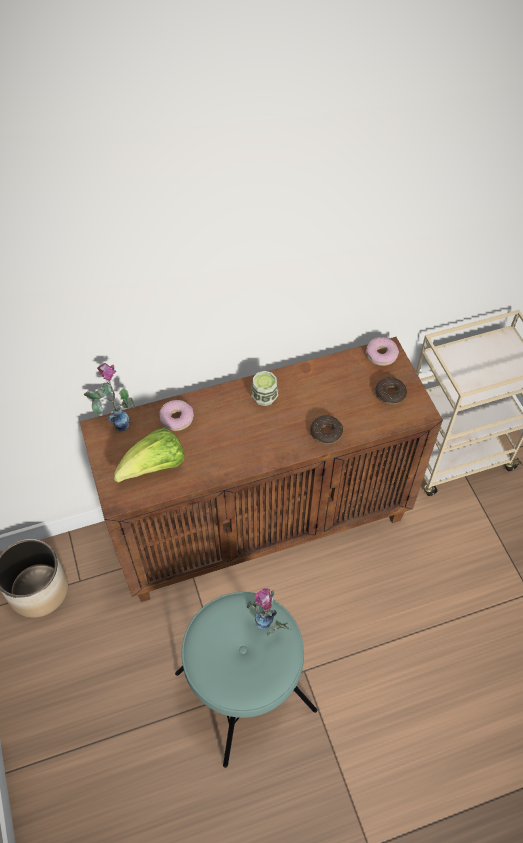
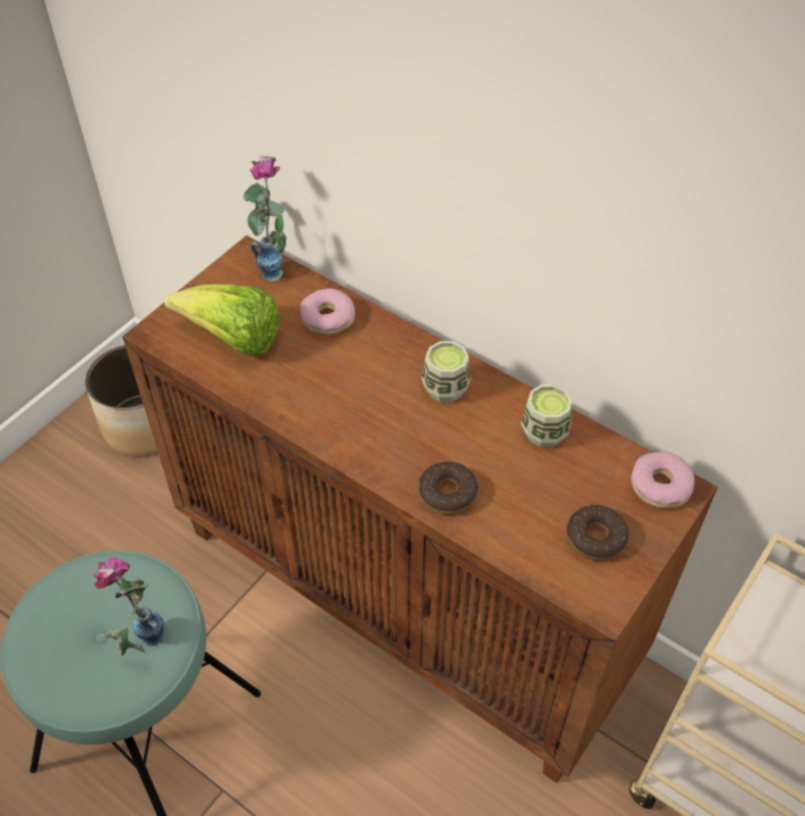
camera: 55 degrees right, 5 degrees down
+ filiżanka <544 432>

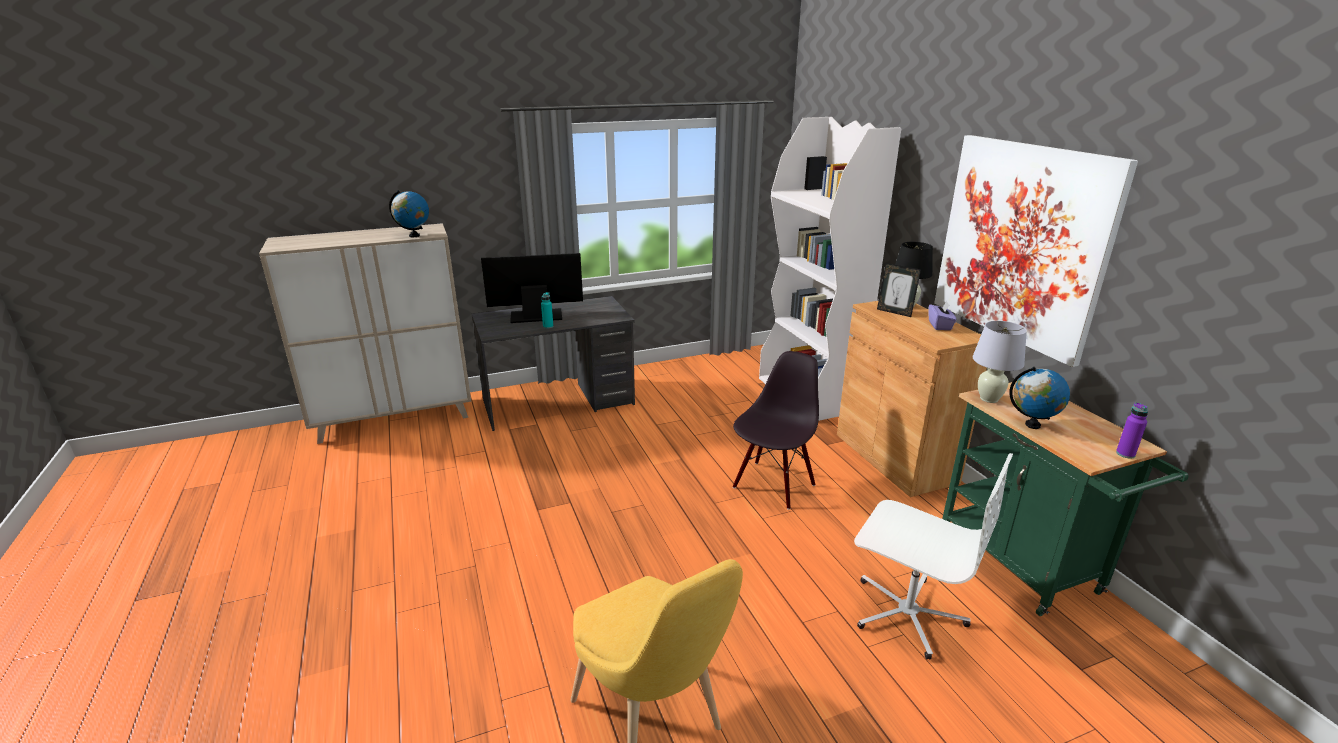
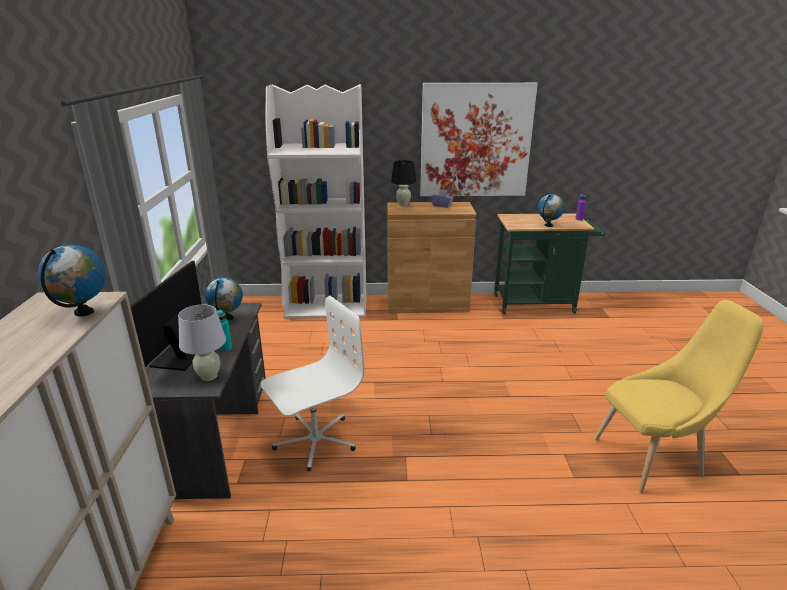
camera: 70 degrees left, 0 degrees up
- krzesło/czarny <773 485>
- ramka na zdjęcie <894 312>
+ globus <228 318>
~ krzesło biurowe/biały <907 613> to <315 440>
~ lampa stołowa/biały <989 399> to <209 376>

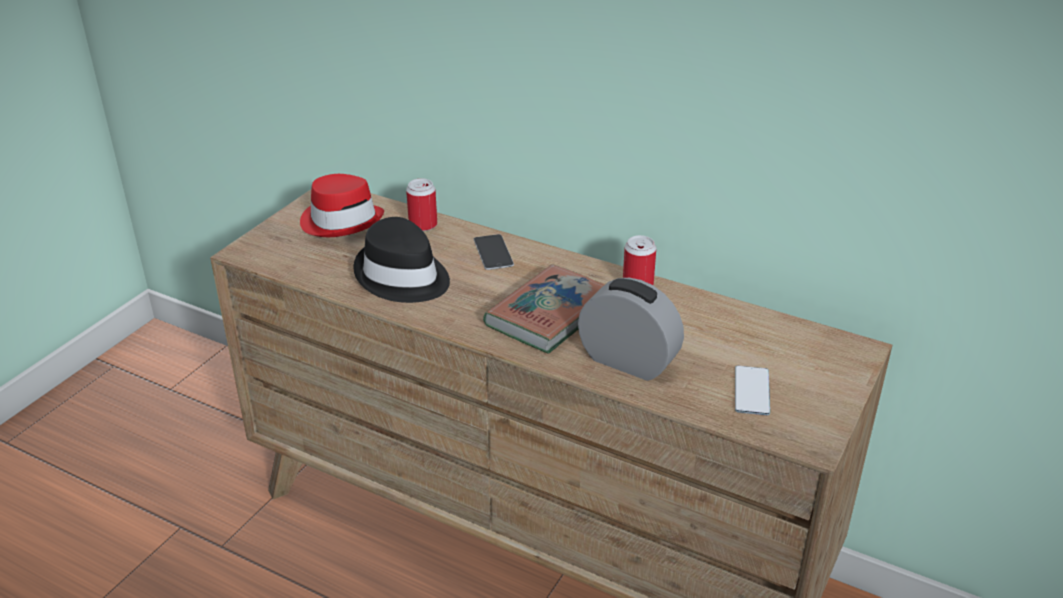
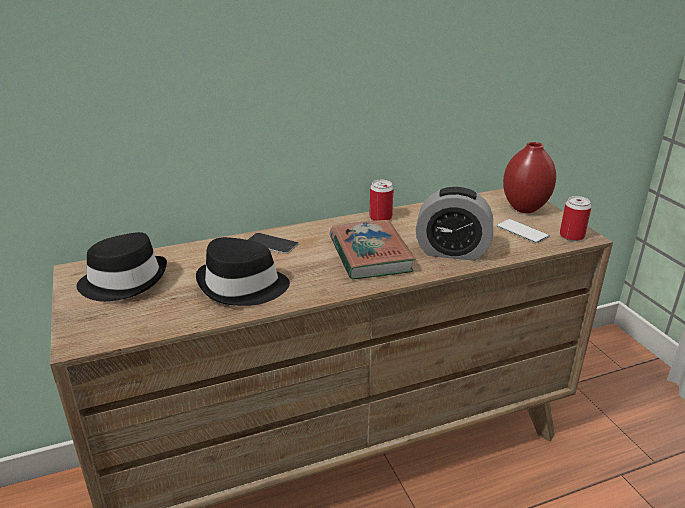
camera: 50 degrees left, 5 degrees down
+ wazon/czerwony <524 208>
~ puszka <423 225> to <571 236>
~ kapelusz/czerwony <341 221> to kapelusz/czarny <124 281>
~ budzik <628 361> = <452 252> 150 degrees counterclockwise

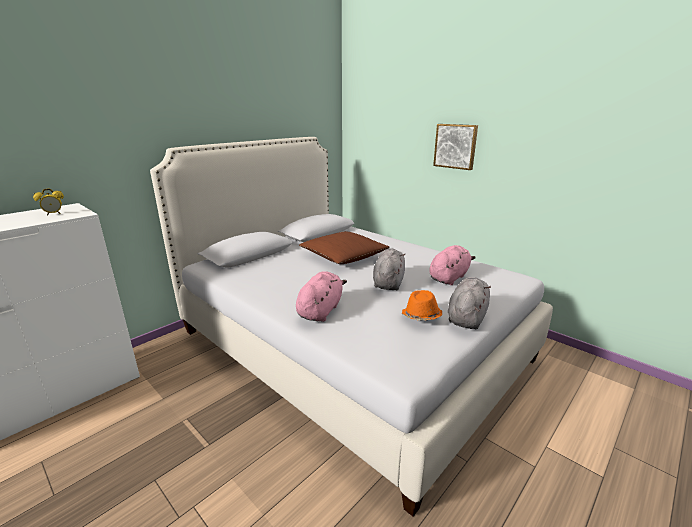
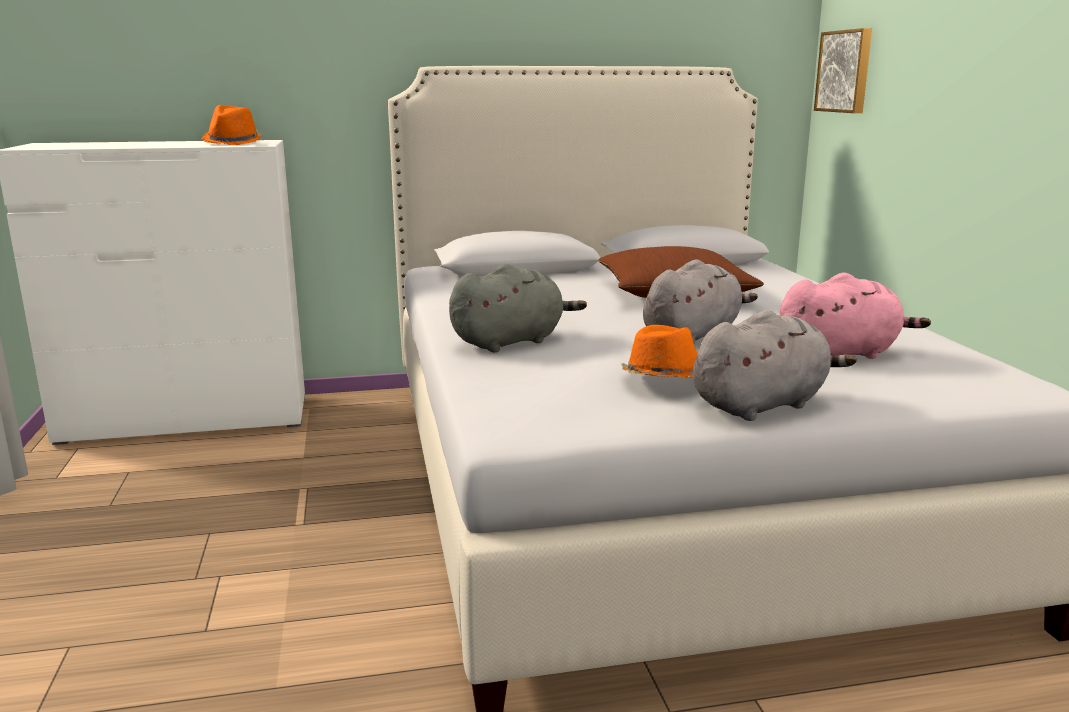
camera: 35 degrees right, 5 degrees down
~ obraz <455 146> to <845 71>
~ budzik <54 214> to kapelusz/pomarańczowy <234 143>
~ pluszak/różowy <321 310> to pluszak/szary <511 341>

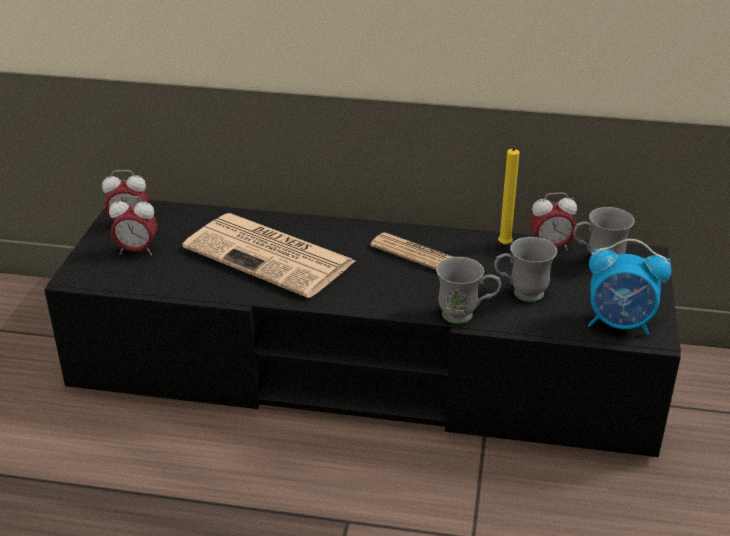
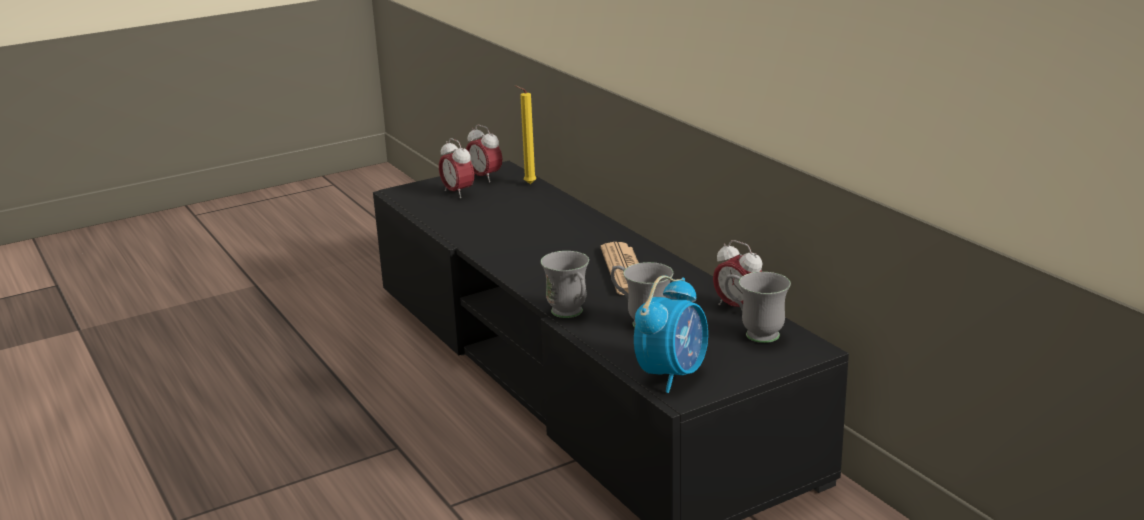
camera: 50 degrees right, 10 degrees down
- gazeta <271 256>
~ świeca/żółty <504 246> to <528 184>
~ budzik <620 324> = <672 374> 120 degrees counterclockwise

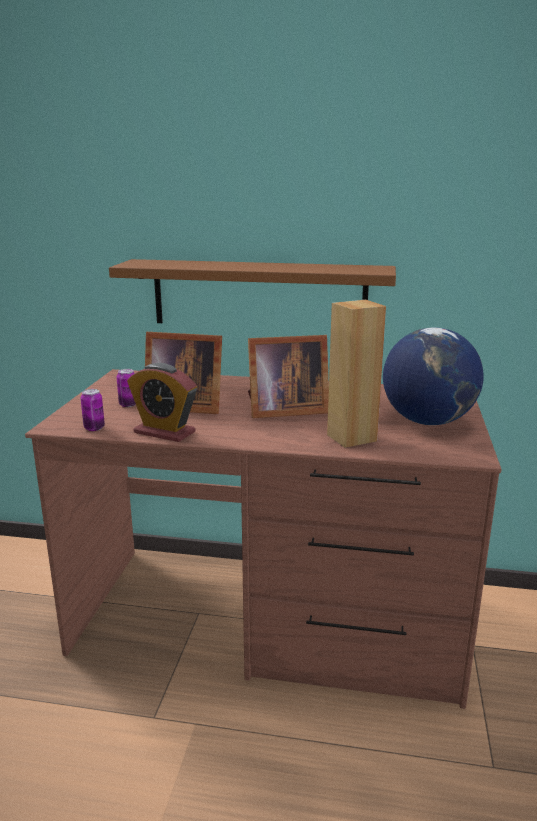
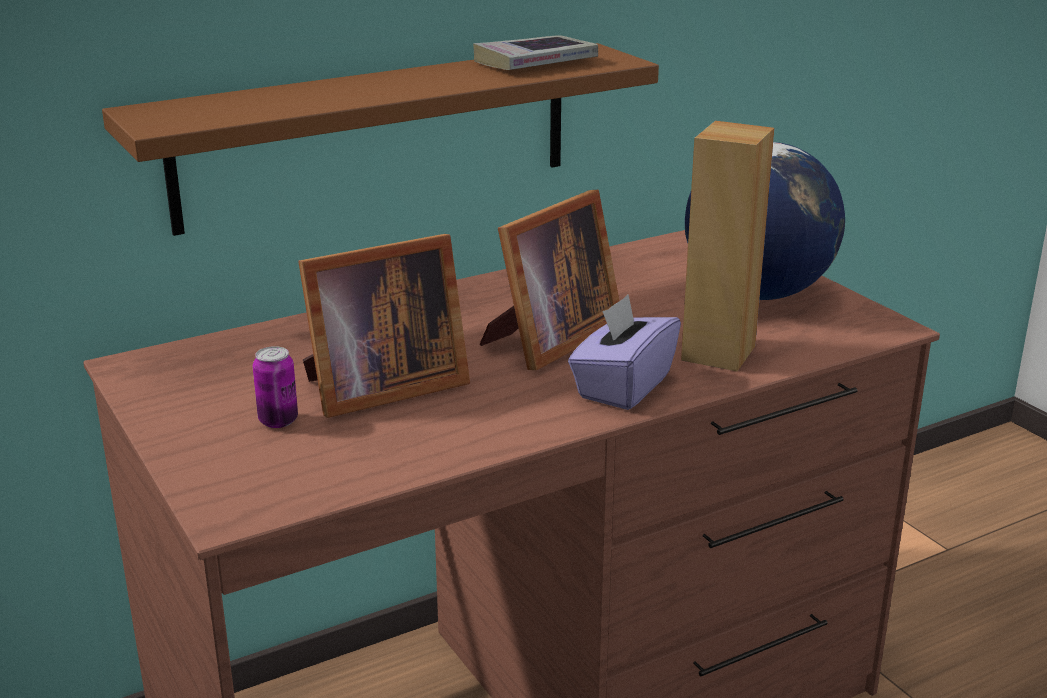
camera: 40 degrees left, 5 degrees up
- puszka <94 428>
- budzik <164 432>
+ książka <535 63>
+ pudełko chusteczek/fioletowy <623 386>

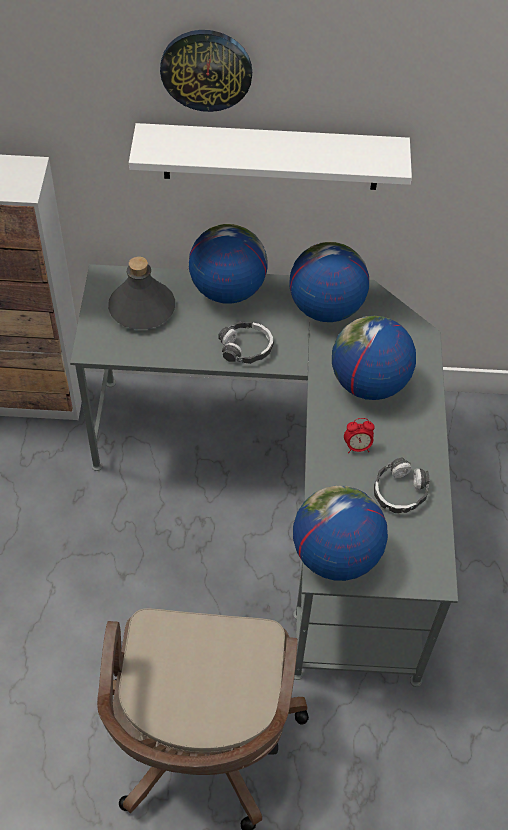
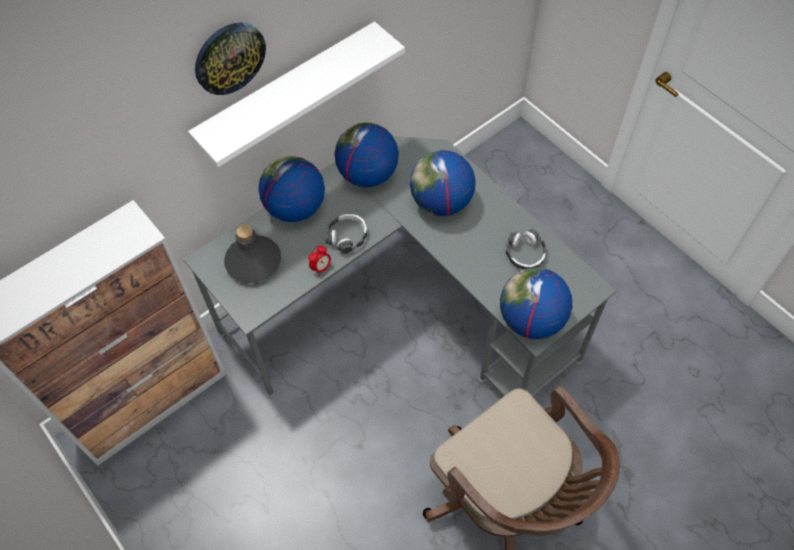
camera: 40 degrees left, 5 degrees up
~ budzik <357 447> to <321 268>

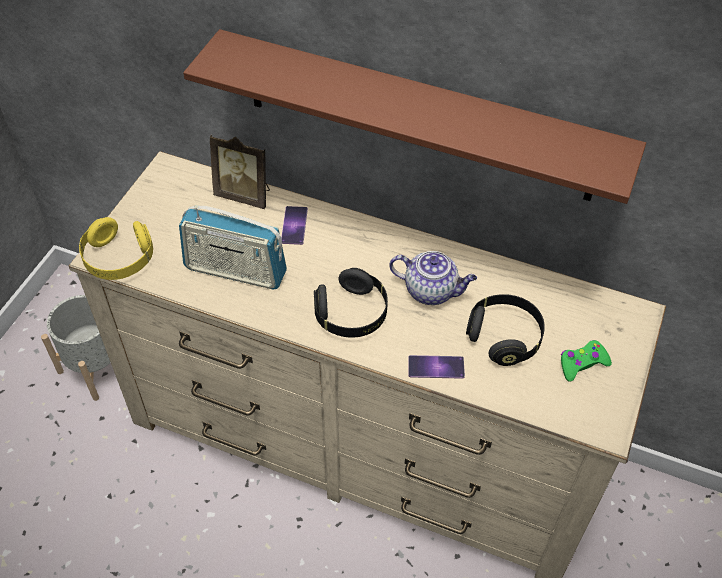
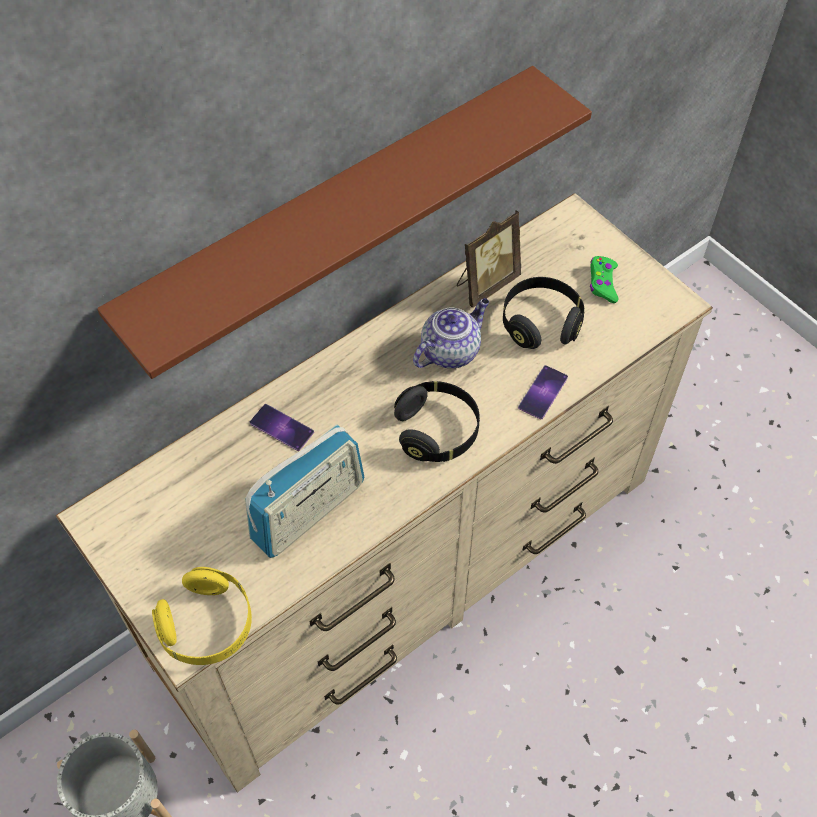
camera: 60 degrees left, 5 degrees up
~ ramka na zdjęcie <245 195> to <485 284>

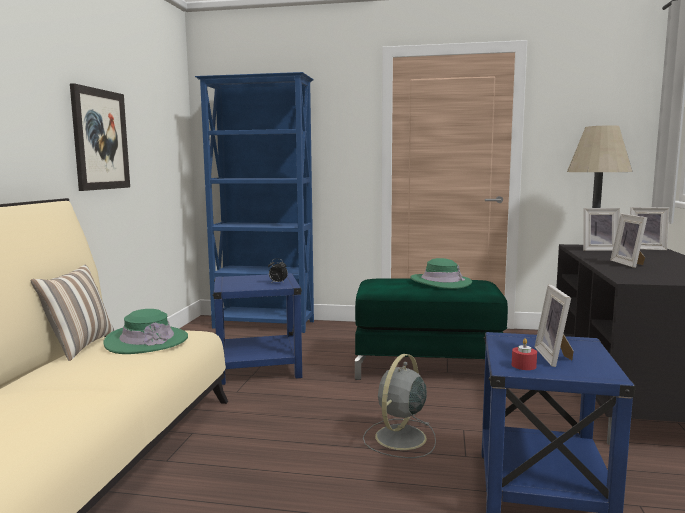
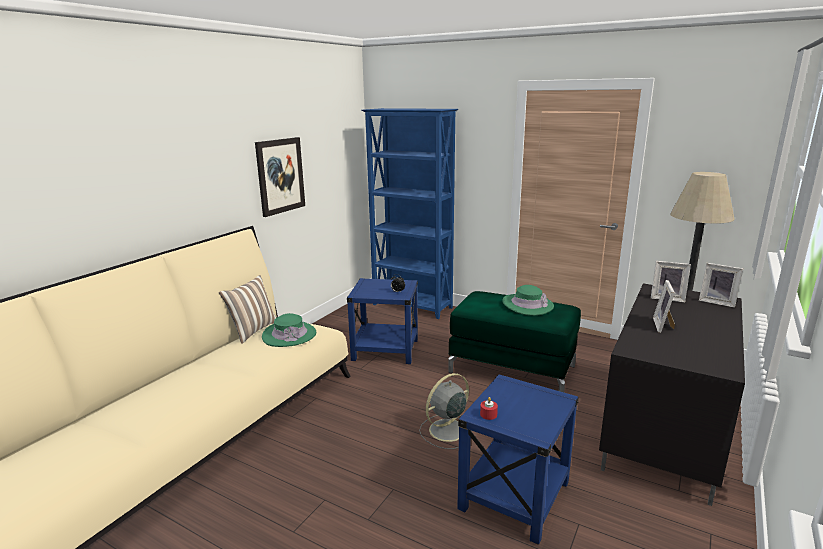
camera: 20 degrees right, 10 degrees up
- ramka na zdjęcie <555 357>

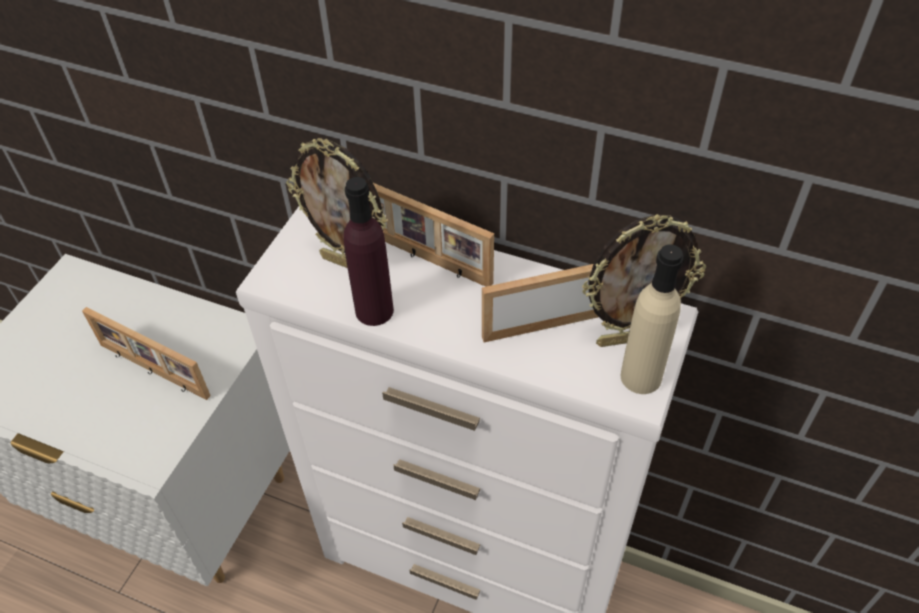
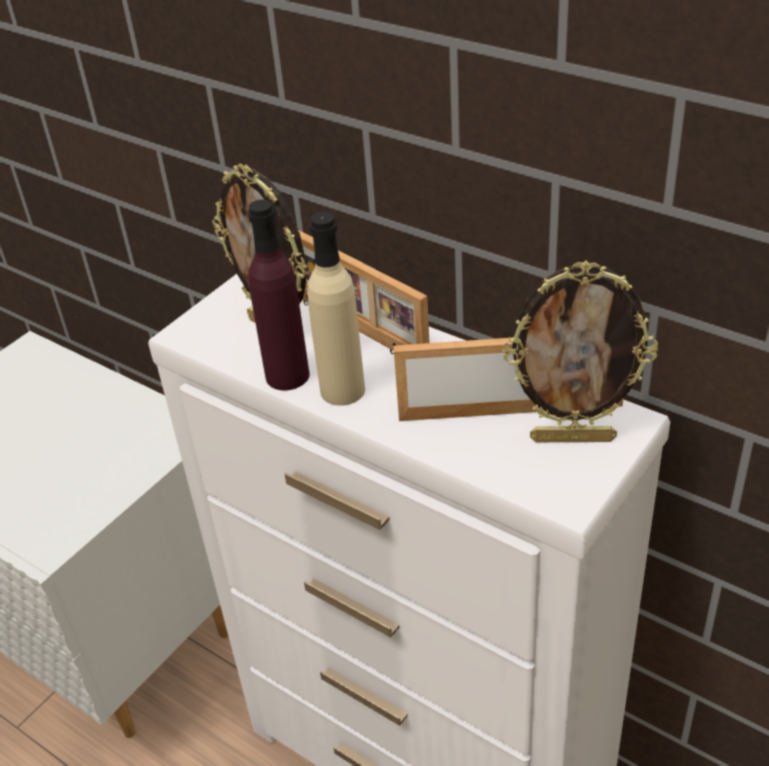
camera: 15 degrees right, 10 degrees down
- ramka na zdjęcie <152 371>
~ butelka/beżowy <640 377> to <342 390>

